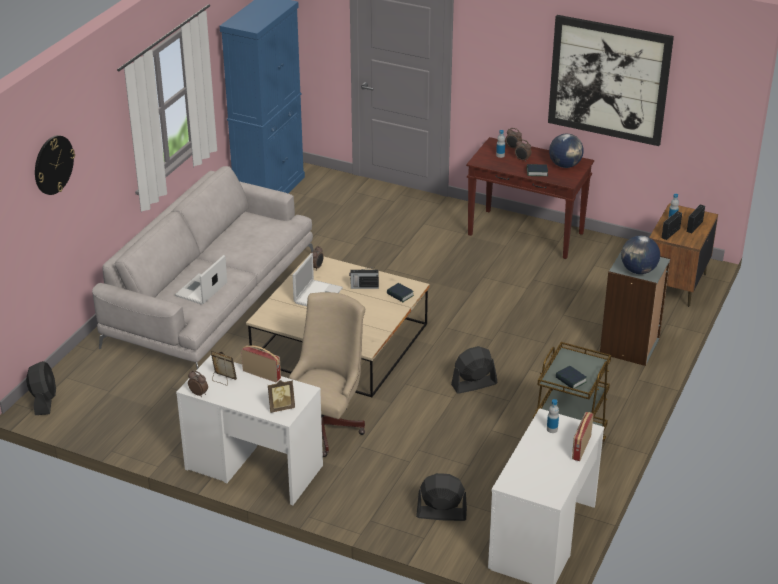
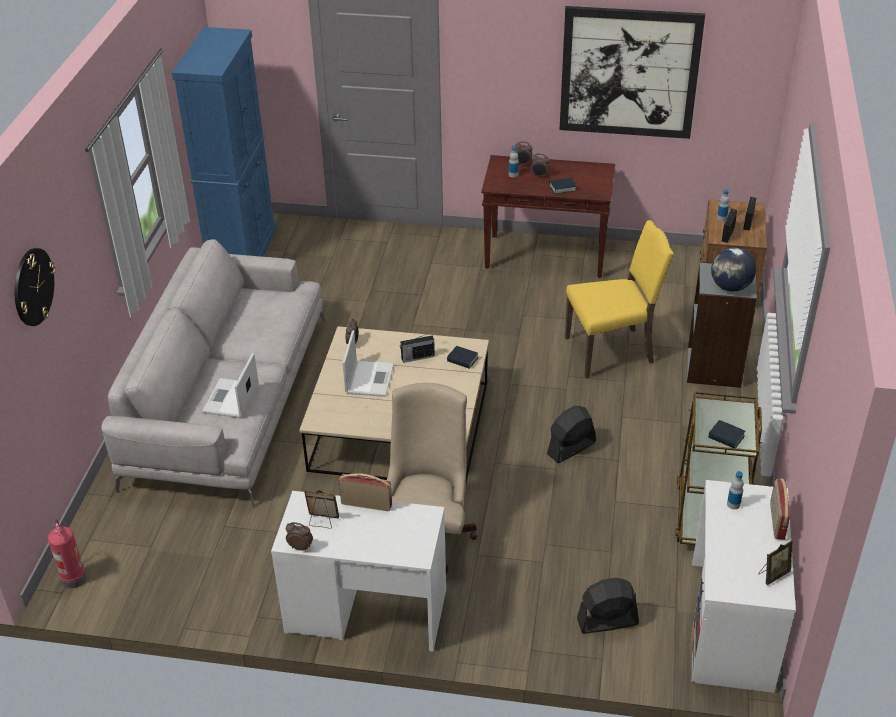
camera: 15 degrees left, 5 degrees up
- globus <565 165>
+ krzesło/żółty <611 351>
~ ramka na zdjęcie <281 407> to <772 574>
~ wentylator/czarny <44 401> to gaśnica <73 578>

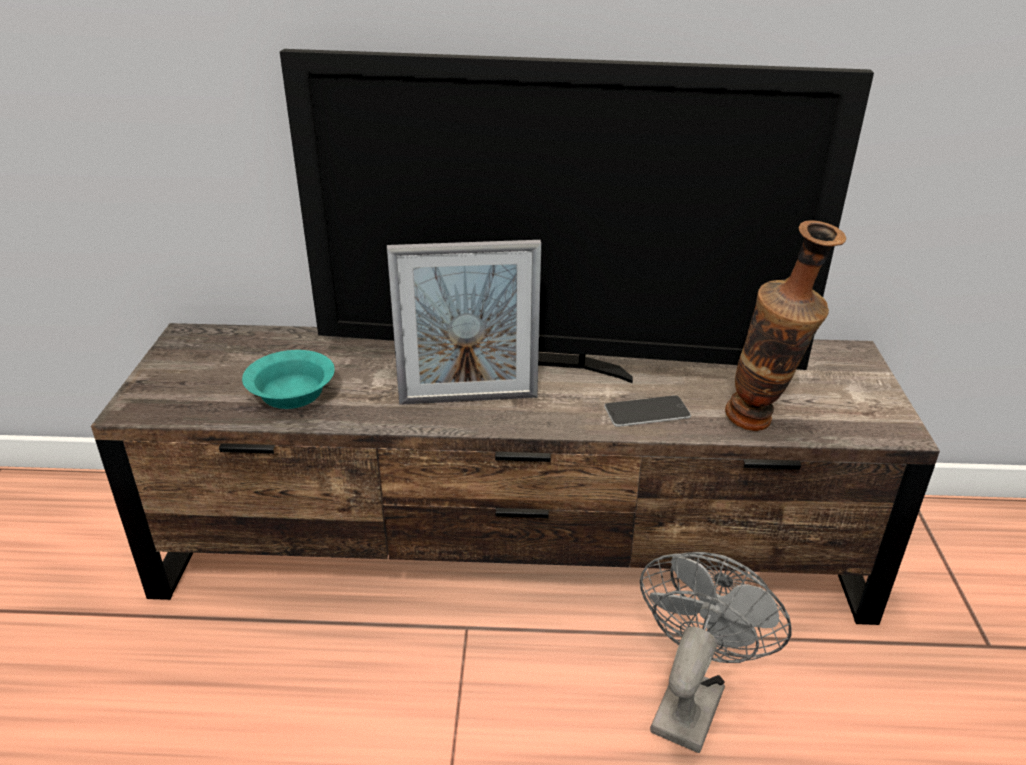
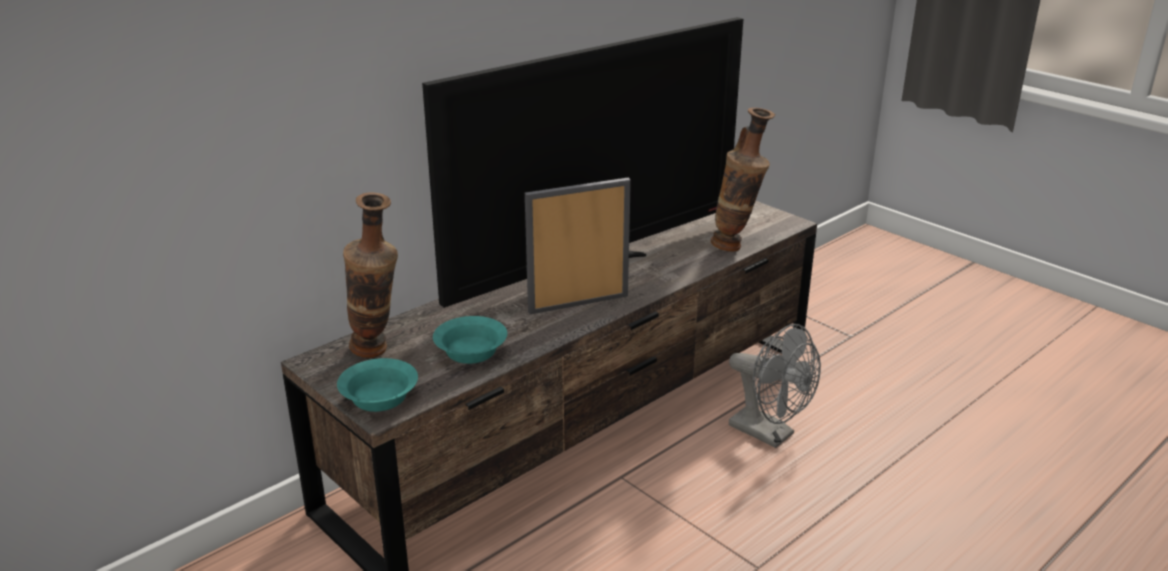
camera: 45 degrees left, 5 degrees down
- telefon <647 411>
+ miska/turkusowy <379 399>
+ wazon <378 353>
~ ramka na zdjęcie <468 399> = <578 303> 150 degrees counterclockwise
~ wentylator/szary <691 698> = <770 434> 150 degrees clockwise

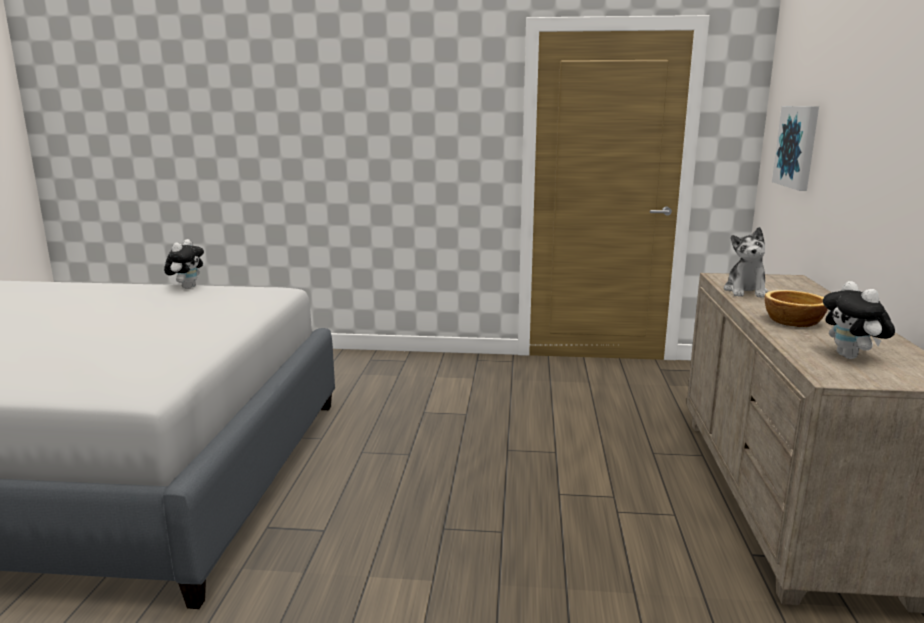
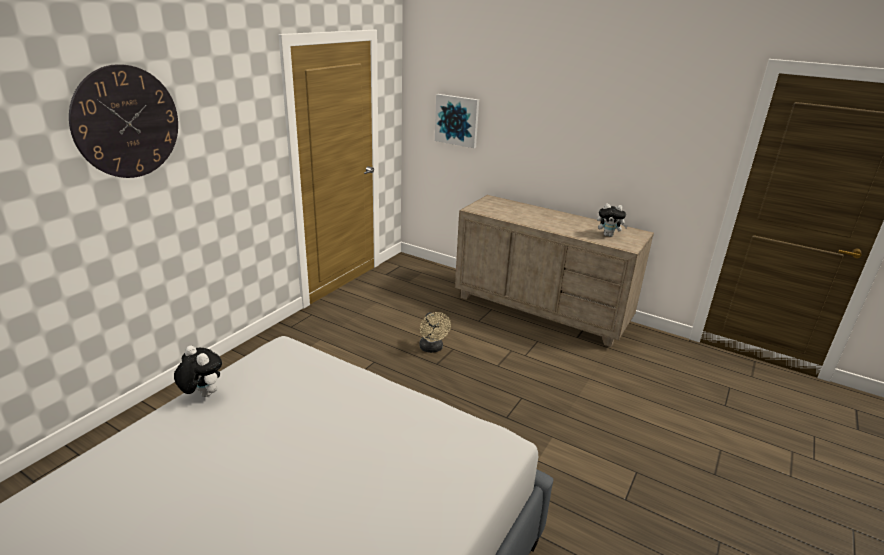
camera: 65 degrees left, 10 degrees up
- pluszak <746 291>
- miska <791 321>
+ zegar ścienny <126 122>
+ wentylator/beżowy <432 349>

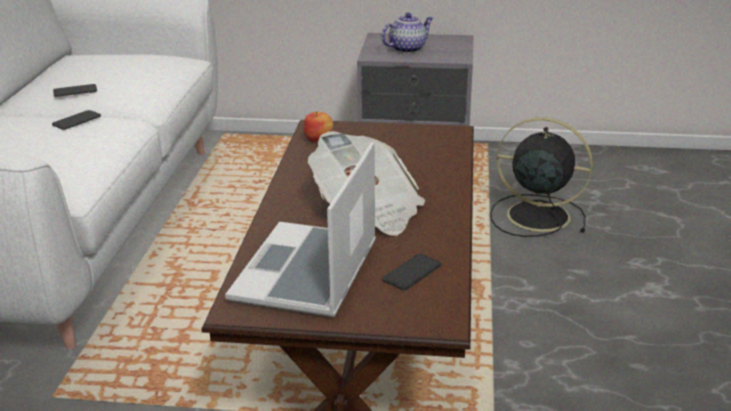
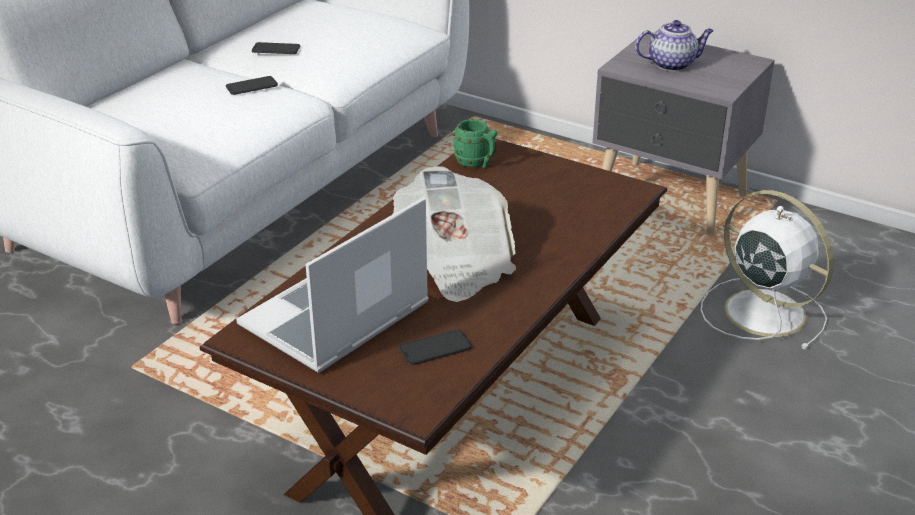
camera: 25 degrees right, 5 degrees up
~ jabłko <318 139> to kubek/zielony <476 163>
~ wentylator/czarny <535 215> to wentylator/biały <761 311>

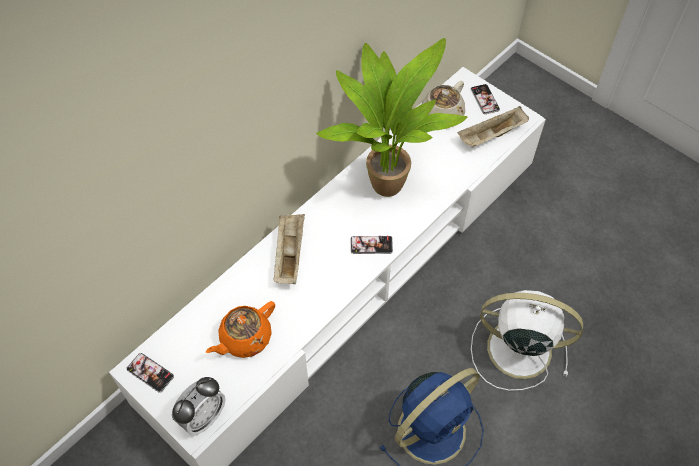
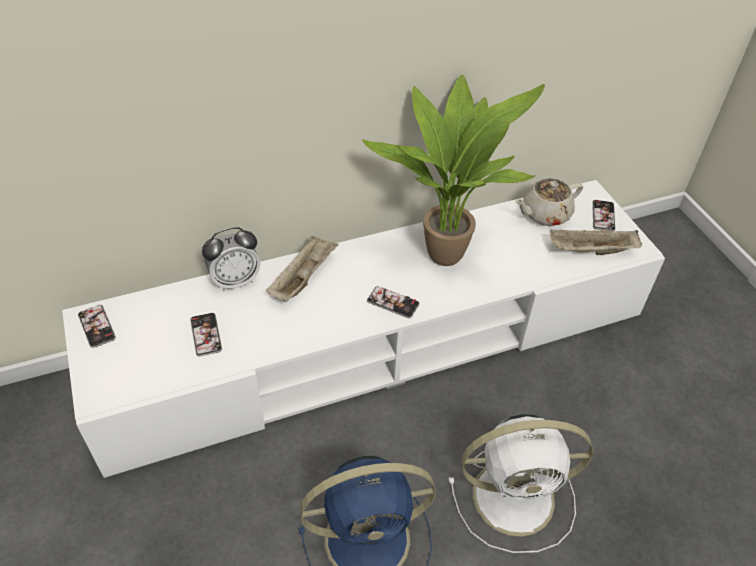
camera: 25 degrees right, 10 degrees down
~ budzik <203 417> to <235 281>
~ imbryk/pomarańczowy <244 338> to telefon <206 335>
~ wentylator/biały <516 348> = <517 496> 135 degrees clockwise

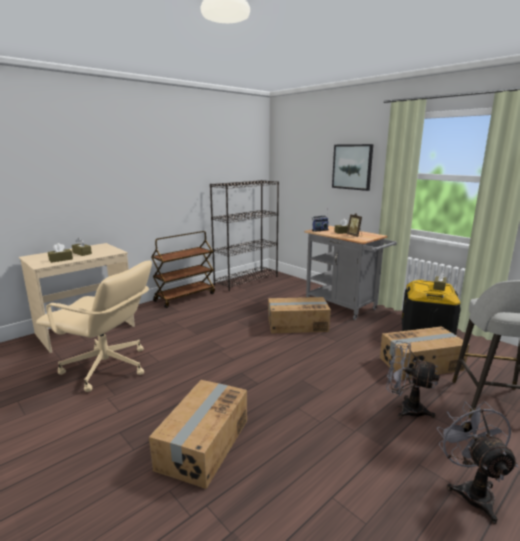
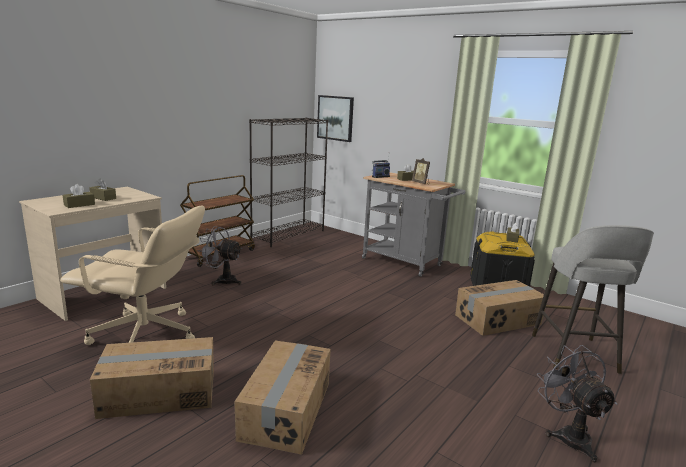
camera: 10 degrees left, 0 degrees up
~ karton <297 324> to <159 392>
~ obraz <352 167> to <335 118>
~ wentylator/szary <405 408> to <222 280>

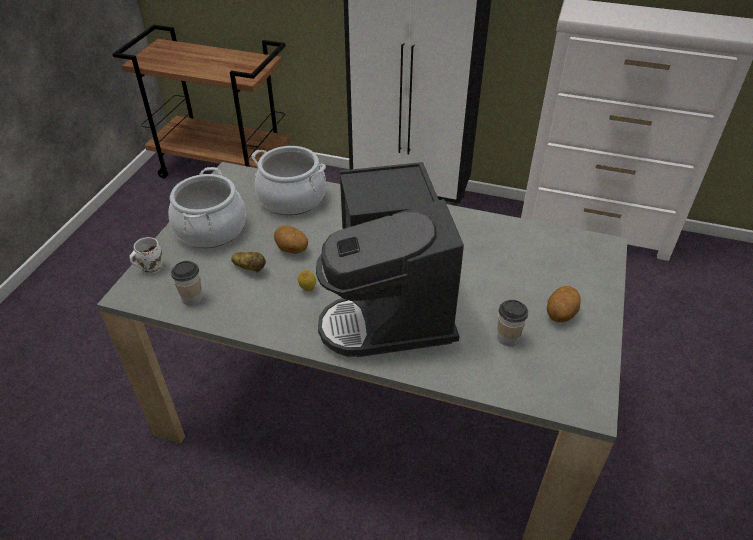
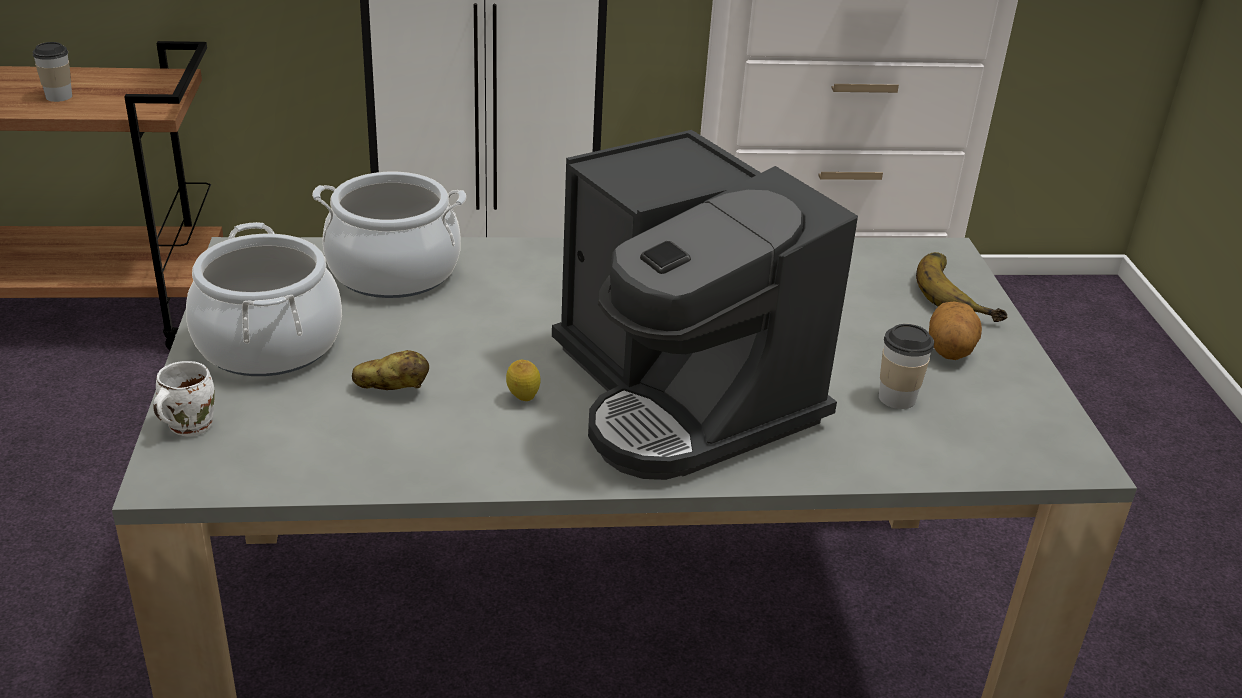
camera: 25 degrees left, 10 degrees down
- ziemniak <291 250>
+ banan <961 293>
~ filiżanka <192 298> to <59 96>

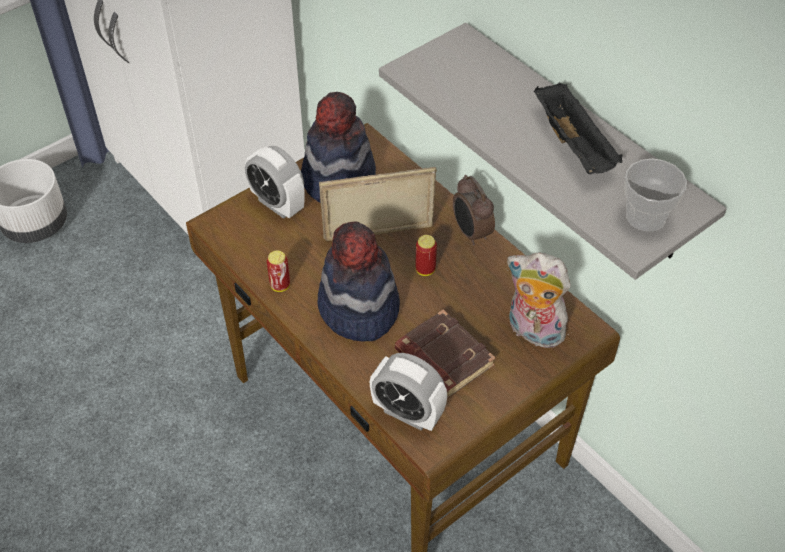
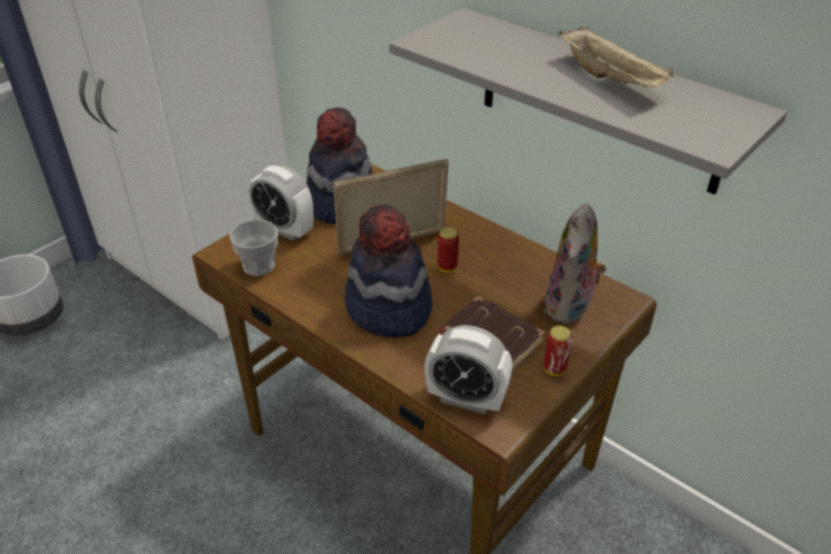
camera: 10 degrees left, 10 degrees down
- budzik <471 233>
~ puszka <280 285> to <554 369>
~ filiżanka <646 216> to <259 266>
~ taca/czarny <574 145> to taca/beżowy <611 79>
~ pluszak <532 332> = <570 308> 90 degrees counterclockwise

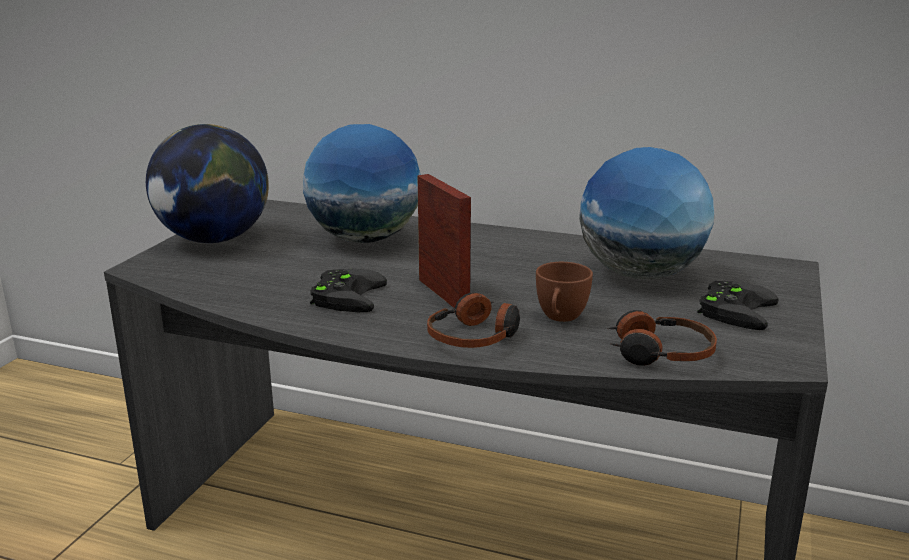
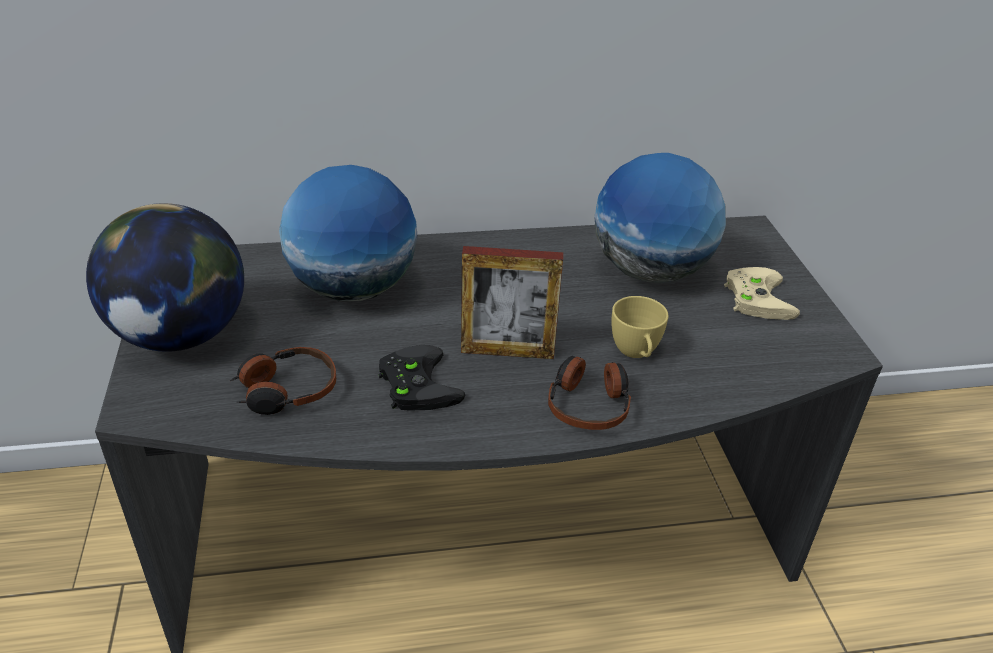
camera: 30 degrees left, 15 degrees up
~ słuchawki <660 353> to <286 391>
~ filiżanka/brązowy <560 318> to filiżanka/żółty <636 353>
~ pad do gier/czarny <733 309> to pad do gier/beżowy <755 297>
~ ramka na zdjęcie <443 294> = <507 352> 150 degrees clockwise

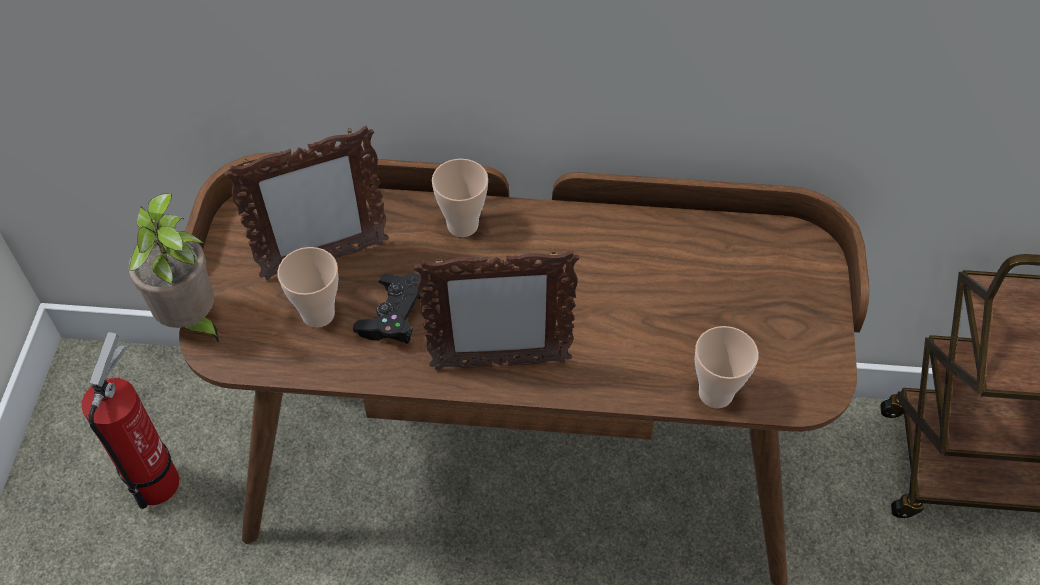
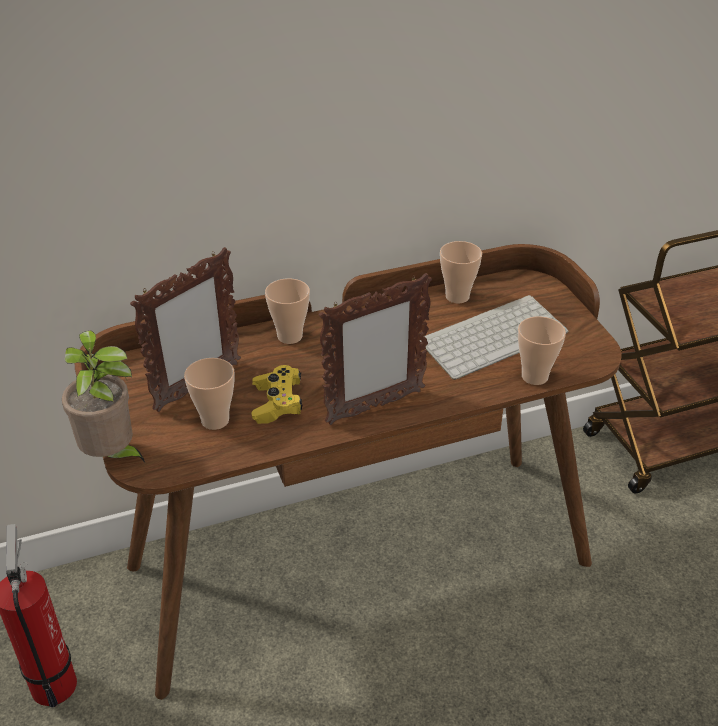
camera: 25 degrees left, 15 degrees down
+ klawiatura <492 336>
+ filiżanka <457 297>
~ pad do gier/czarny <396 317> to pad do gier/żółty <277 404>

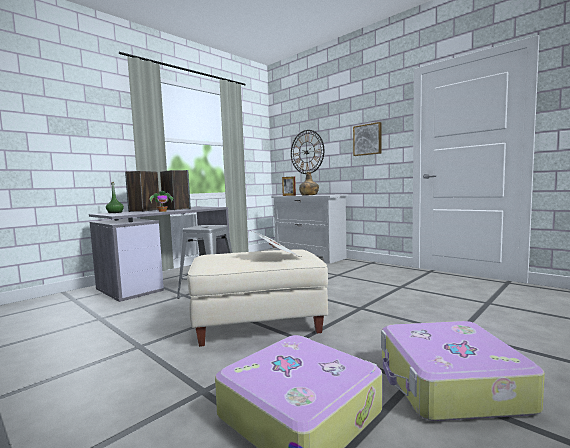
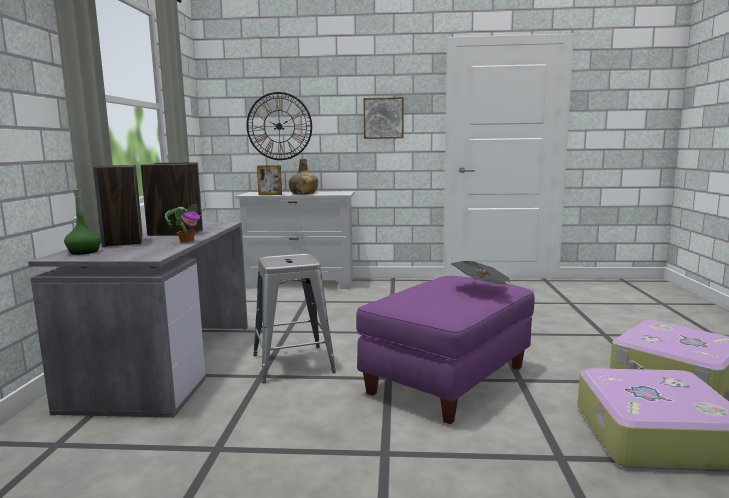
camera: 40 degrees left, 5 degrees up
~ pufa/beżowy <258 324> to pufa/fioletowy <446 379>

